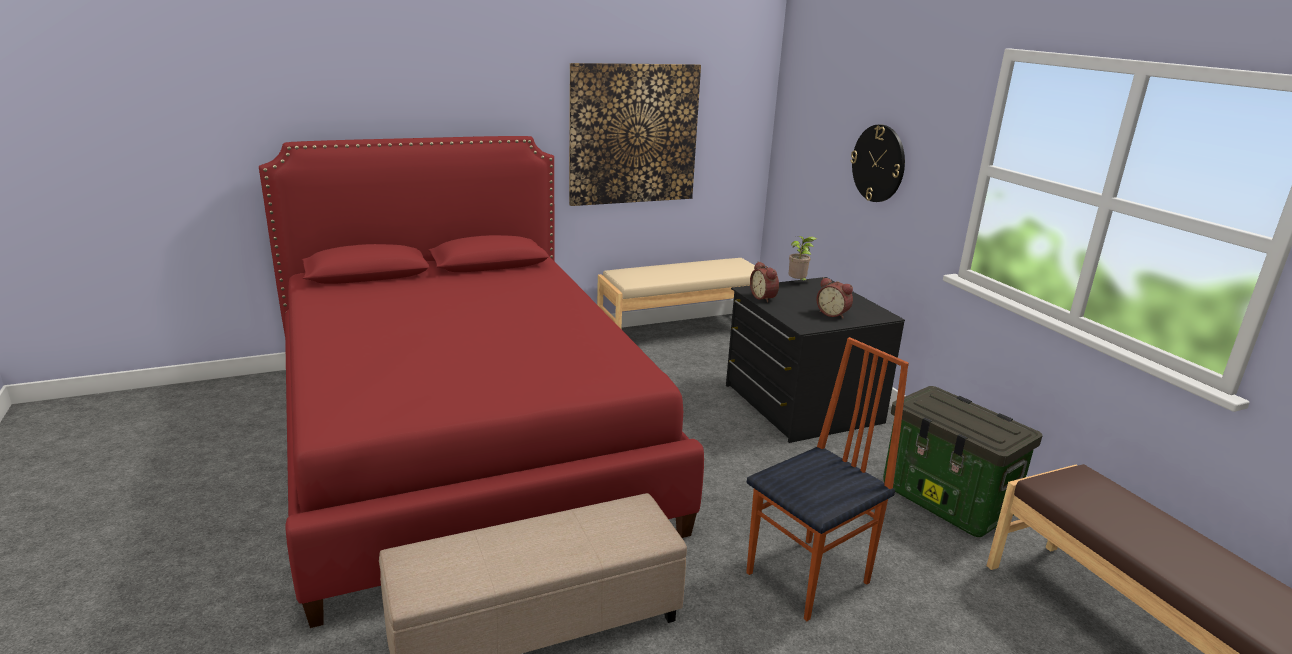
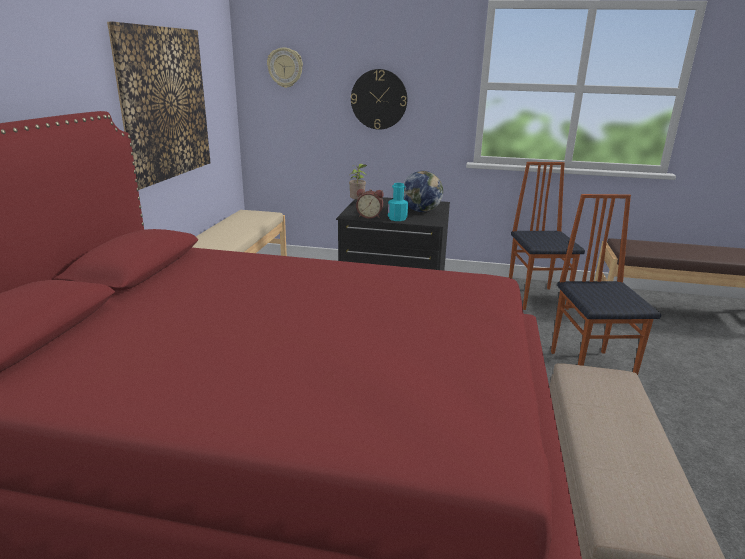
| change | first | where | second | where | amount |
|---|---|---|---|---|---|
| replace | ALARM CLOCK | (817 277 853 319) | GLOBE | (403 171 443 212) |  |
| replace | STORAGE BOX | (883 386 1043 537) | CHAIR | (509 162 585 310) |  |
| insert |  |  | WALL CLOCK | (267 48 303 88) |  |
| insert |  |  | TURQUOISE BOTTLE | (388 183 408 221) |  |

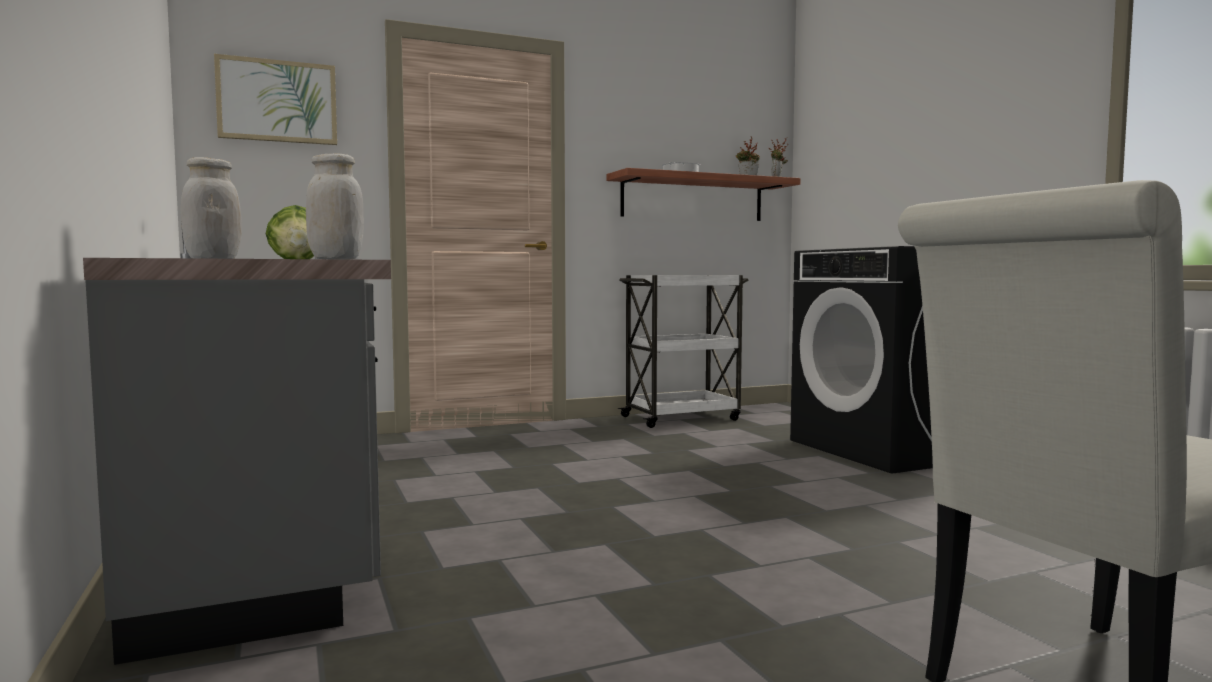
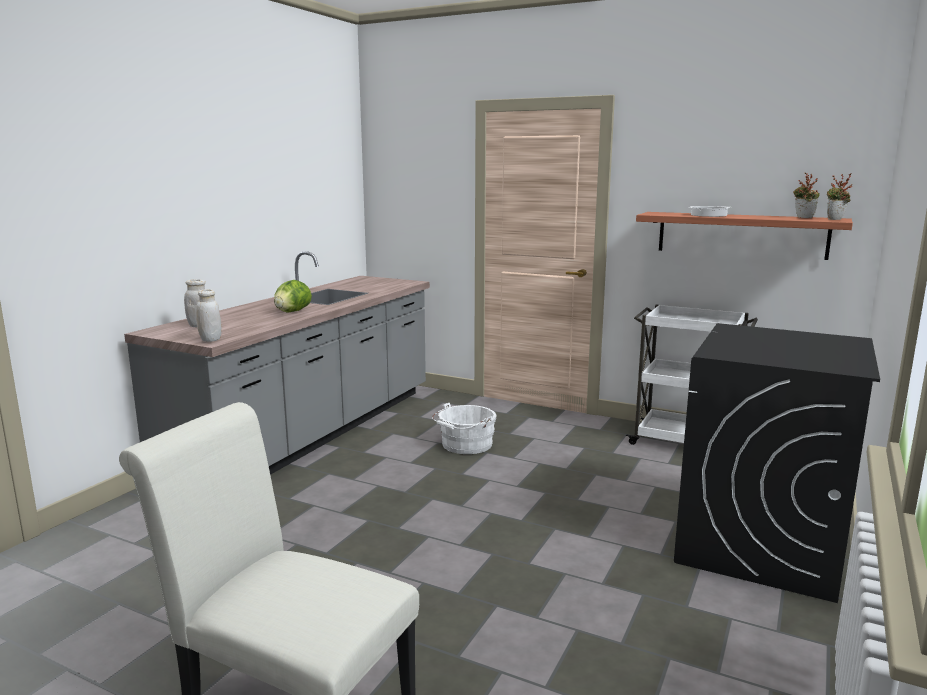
| change | first | where | second | where | amount |
|---|---|---|---|---|---|
| delete | PICTURE | (214 54 337 145) |  |  |  |
| insert |  |  | WHITE BUCKET | (432 403 496 454) |  |

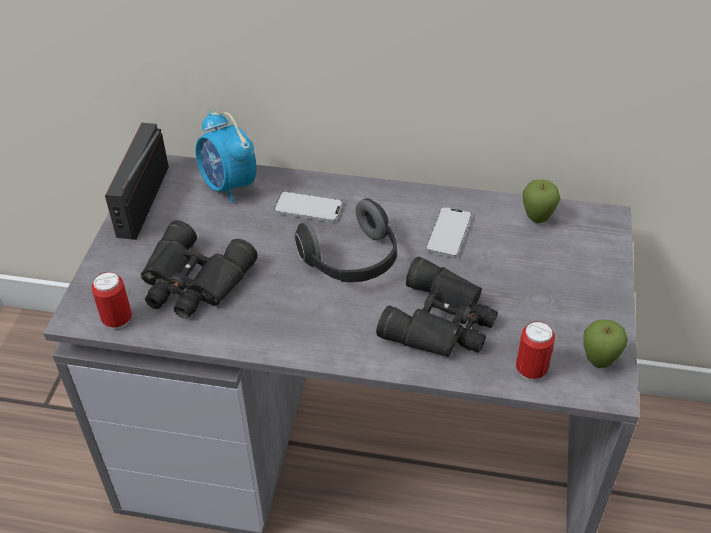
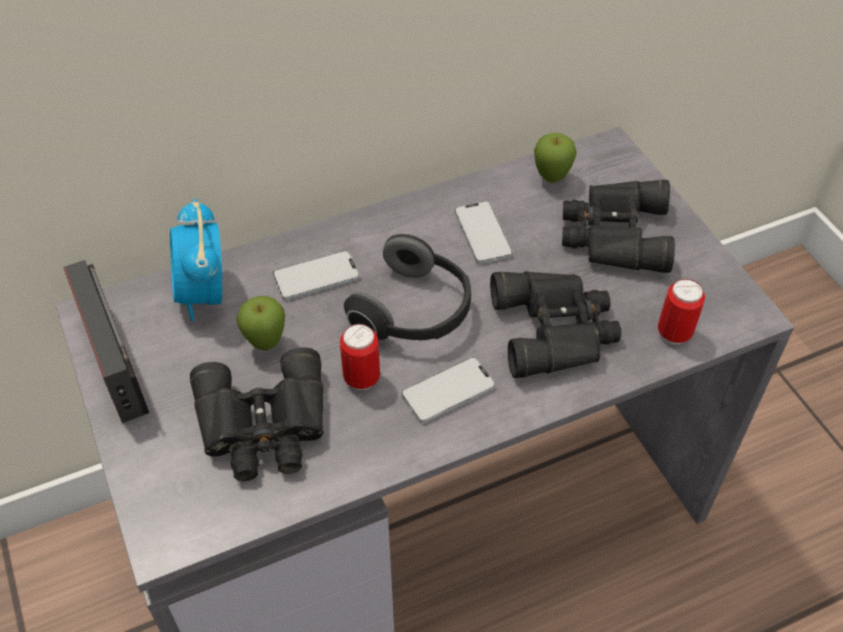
| change | first | where | second | where | amount |
|---|---|---|---|---|---|
| rotate | ALARM CLOCK | (196 111 257 203) |  | (170 199 222 321) | 60 degrees clockwise |
| move | CAN | (91 272 132 329) |  | (340 324 380 390) |  |
| move | APPLE | (583 320 628 368) |  | (236 296 285 350) |  |
| insert |  |  | BLACK BINOCULARS | (562 180 675 273) |  |
| insert |  |  | PHONE | (401 357 495 424) |  |

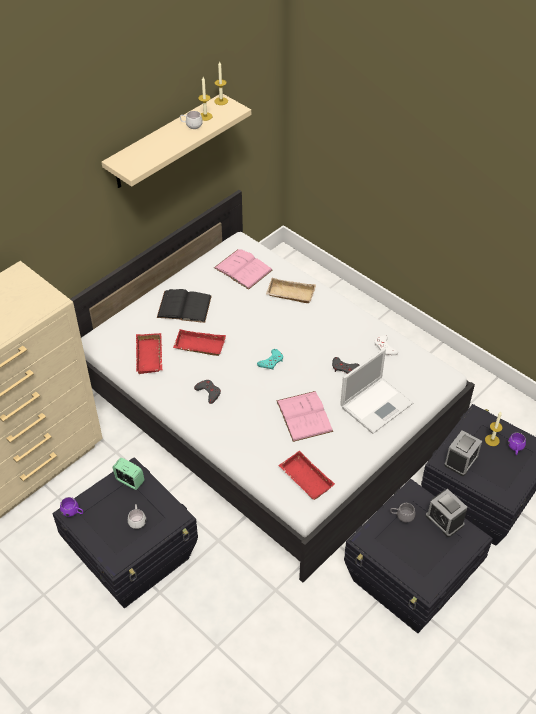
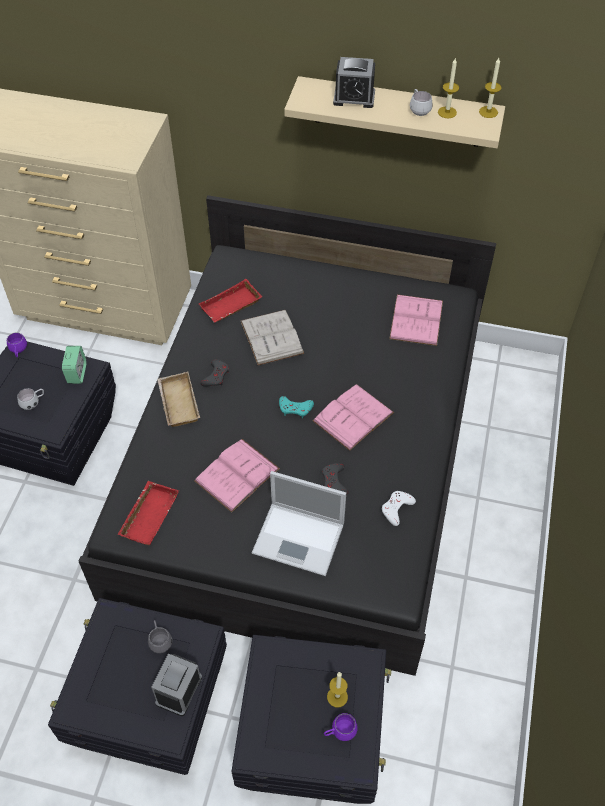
| change | first | where | second | where | amount |
|---|---|---|---|---|---|
| recolor | WHITE BED | (70 190 475 582) | BLACK BED | (78 195 496 676) |  |
| move | BEIGE TRAY | (266 278 316 303) |  | (157 372 200 427) |  |
| delete | BLACK BOOK | (157 289 212 323) |  |  |  |
| replace | RED TRAY | (173 329 226 356) | WHITE BOOK | (241 310 304 365) |  |
| move | ALARM CLOCK | (444 430 482 476) |  | (333 57 375 108) |  |
| insert |  |  | PINK BOOK | (313 384 394 451) |  |

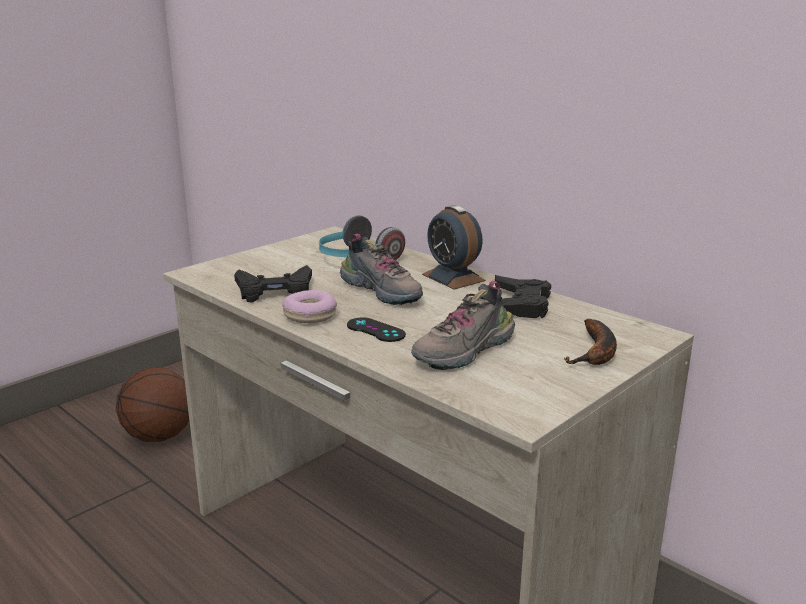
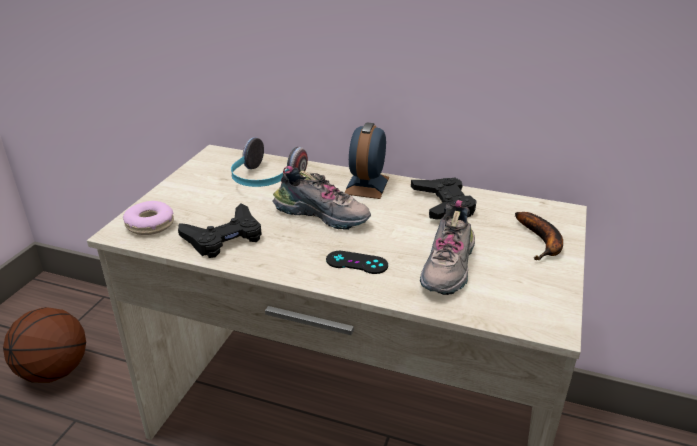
| change | first | where | second | where | amount |
|---|---|---|---|---|---|
| rotate | ALARM CLOCK | (422 205 486 290) |  | (344 122 389 199) | 75 degrees clockwise |
| move | DONUT | (282 290 337 323) |  | (123 201 174 235) |  |

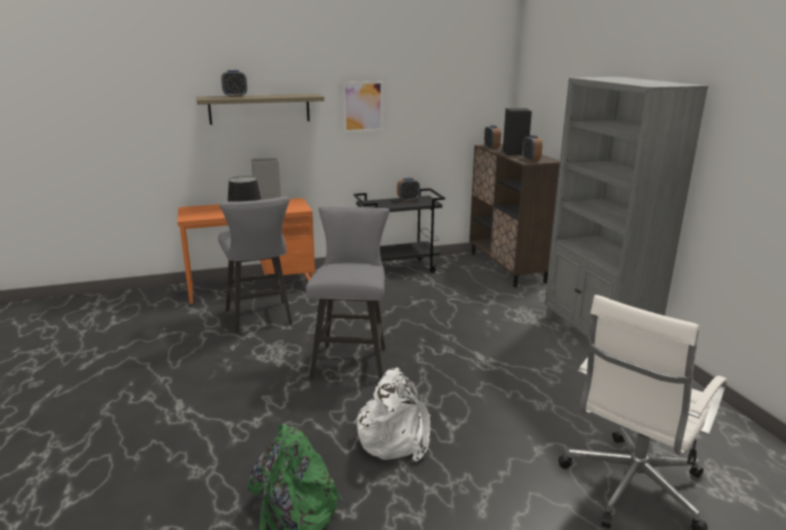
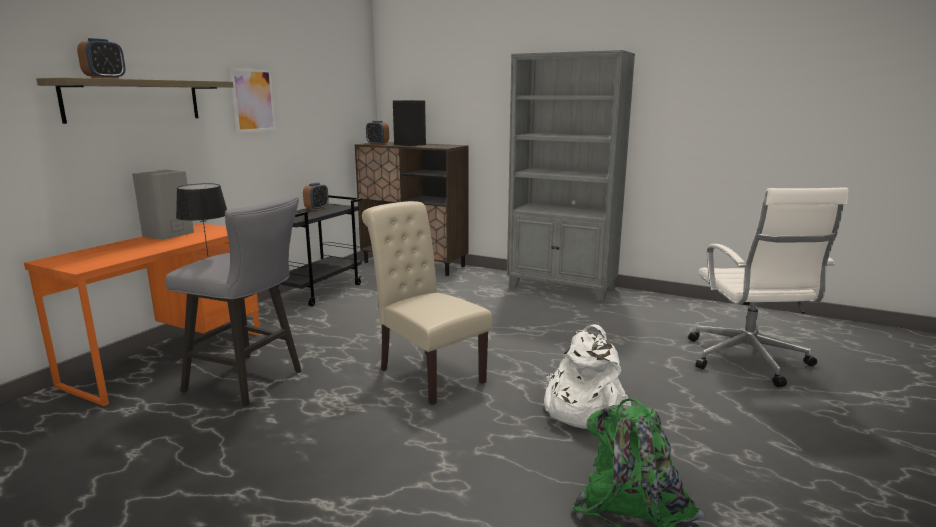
| change | first | where | second | where | amount |
|---|---|---|---|---|---|
| delete | ALARM CLOCK | (522 135 543 161) |  |  |  |
| replace | GREY STOOL | (306 206 390 380) | BEIGE CHAIR | (362 201 492 405) |  |

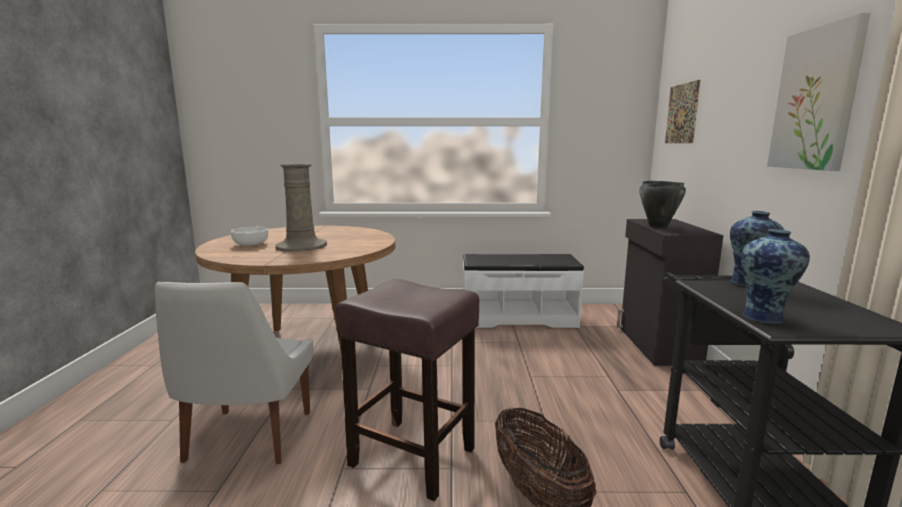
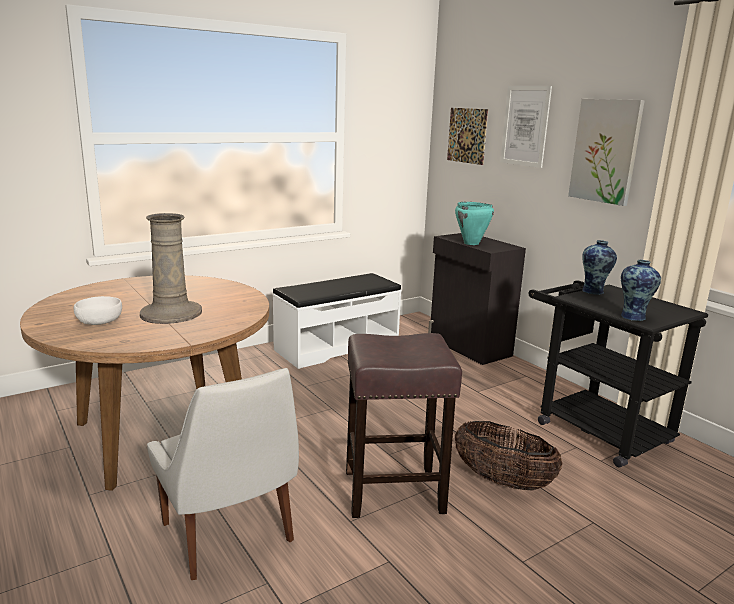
| change | first | where | second | where | amount |
|---|---|---|---|---|---|
| recolor | BLACK COOKING POT | (639 181 686 228) | TURQUOISE COOKING POT | (455 202 494 245) |  |
| insert |  |  | PICTURE | (501 86 552 168) |  |

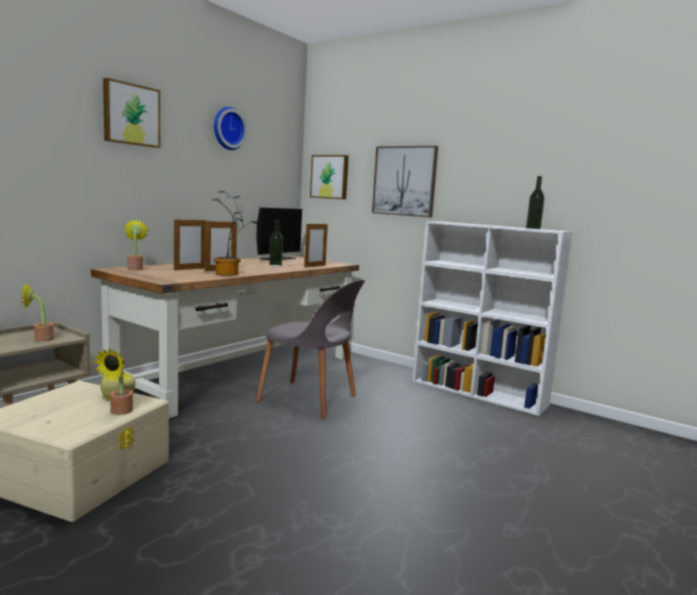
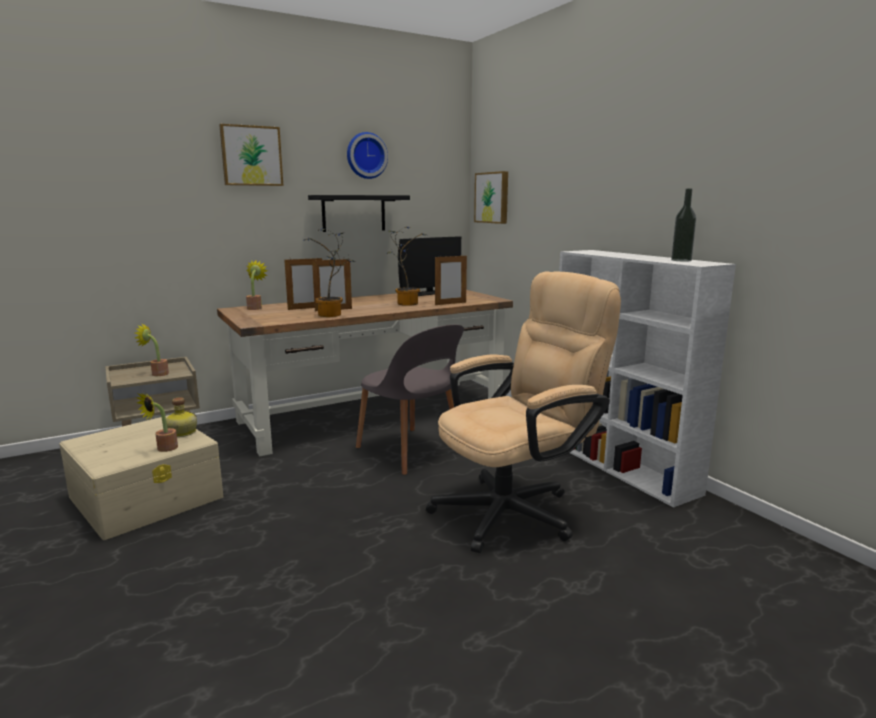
| change | first | where | second | where | amount |
|---|---|---|---|---|---|
| delete | PICTURE | (372 146 438 217) |  |  |  |
| replace | BOTTLE | (269 220 283 267) | POTTED PLANT | (386 226 426 306) |  |
| insert |  |  | BLACK SHELF | (308 195 410 232) |  |
| insert |  |  | BEIGE OFFICE CHAIR | (426 271 621 553) |  |

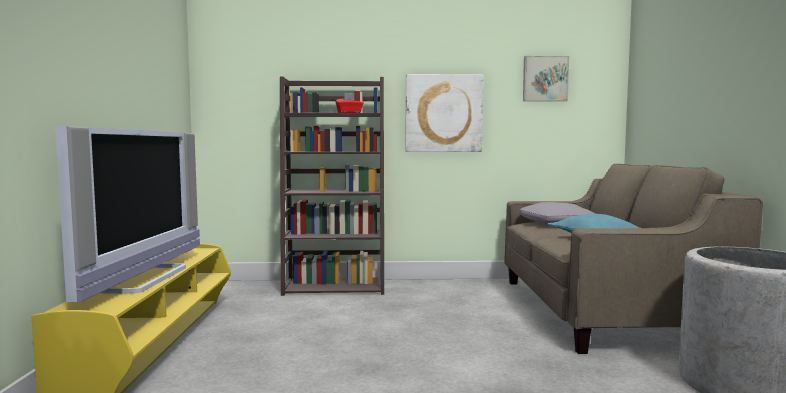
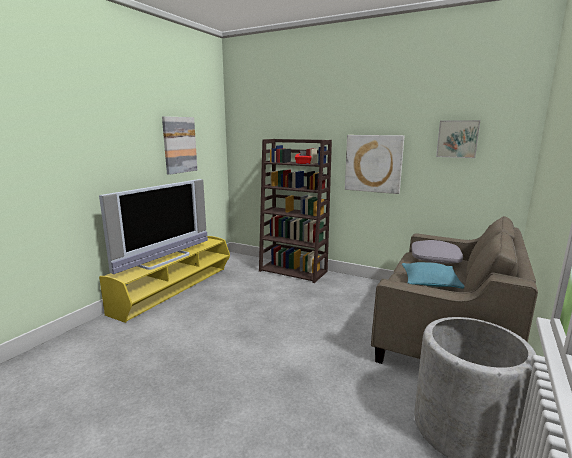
| change | first | where | second | where | amount |
|---|---|---|---|---|---|
| insert |  |  | PICTURE | (162 116 197 175) |  |

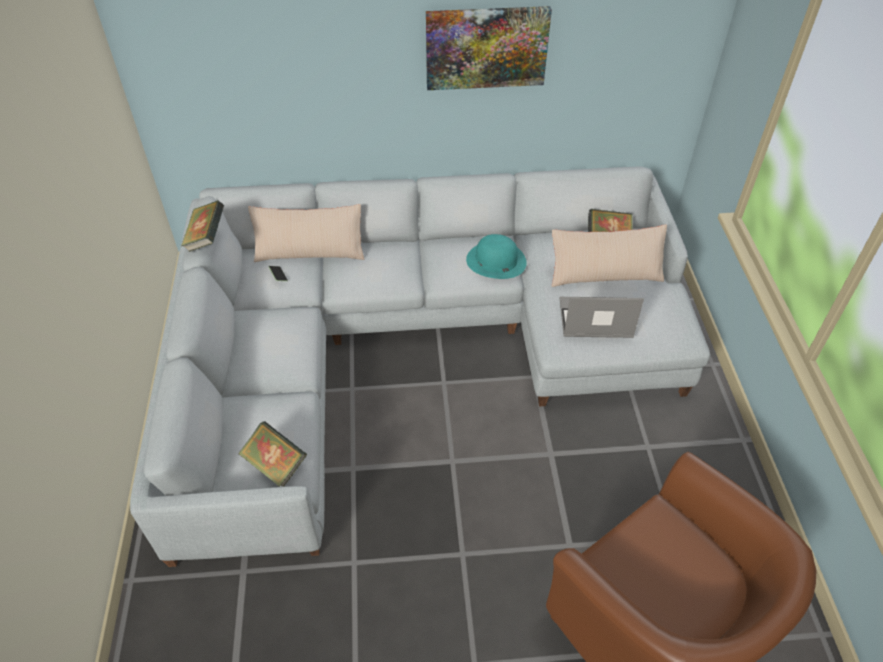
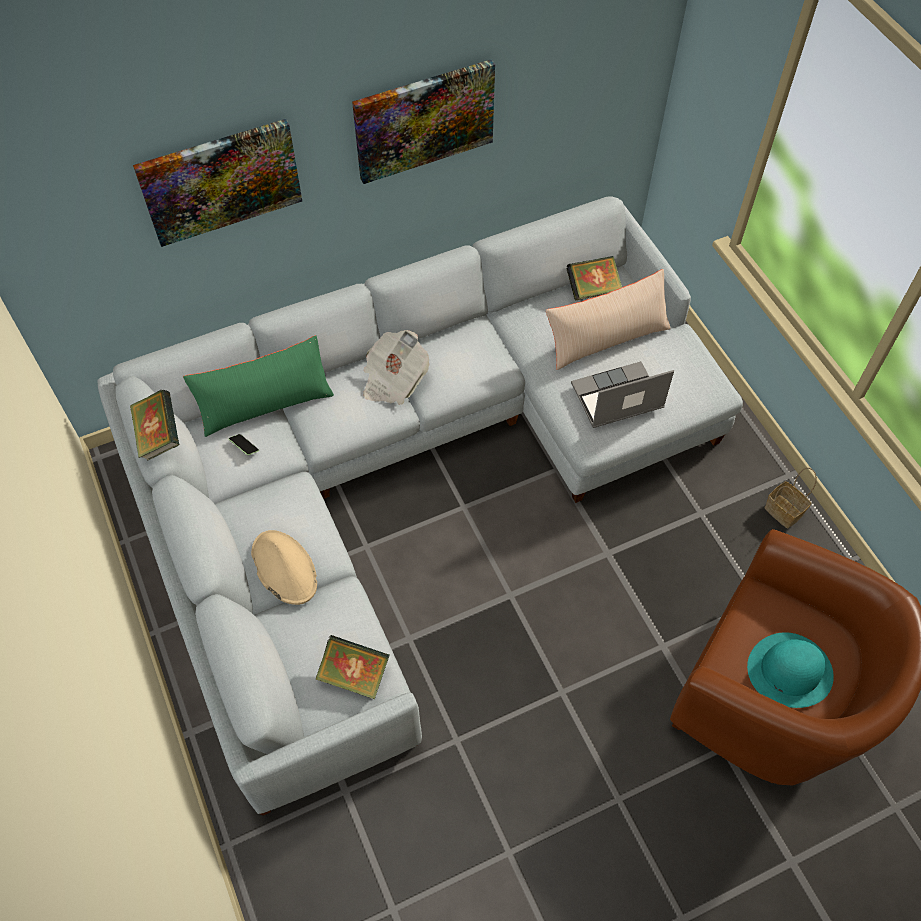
| change | first | where | second | where | amount |
|---|---|---|---|---|---|
| recolor | BEIGE PILLOW | (248 204 364 262) | GREEN PILLOW | (183 335 334 437) |  |
| move | TURQUOISE HAT | (466 234 527 279) |  | (747 632 834 708) |  |
| insert |  |  | PICTURE | (133 119 302 247) |  |
| insert |  |  | NEWSPAPER | (363 330 429 405) |  |
| insert |  |  | BASKET | (765 468 817 529) |  |
| insert |  |  | BEIGE HAT | (251 530 317 605) |  |

